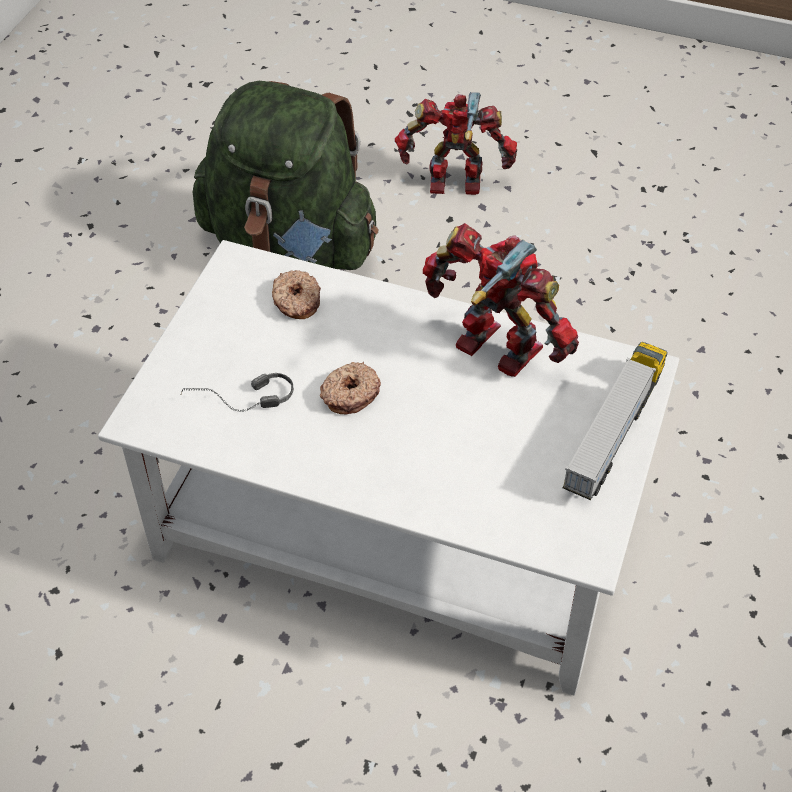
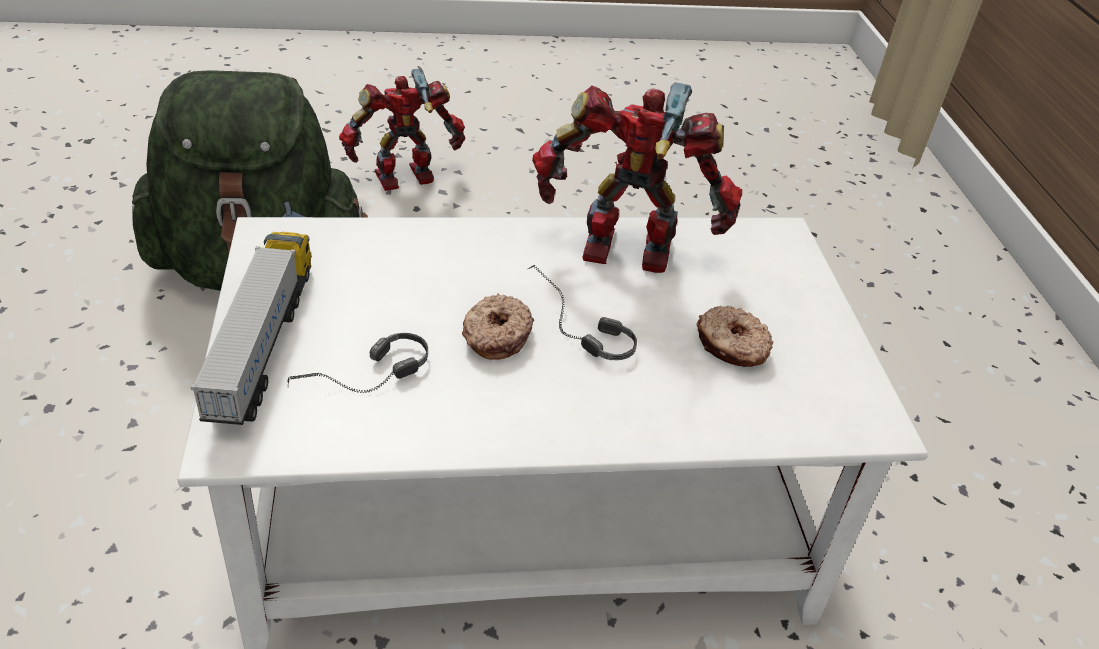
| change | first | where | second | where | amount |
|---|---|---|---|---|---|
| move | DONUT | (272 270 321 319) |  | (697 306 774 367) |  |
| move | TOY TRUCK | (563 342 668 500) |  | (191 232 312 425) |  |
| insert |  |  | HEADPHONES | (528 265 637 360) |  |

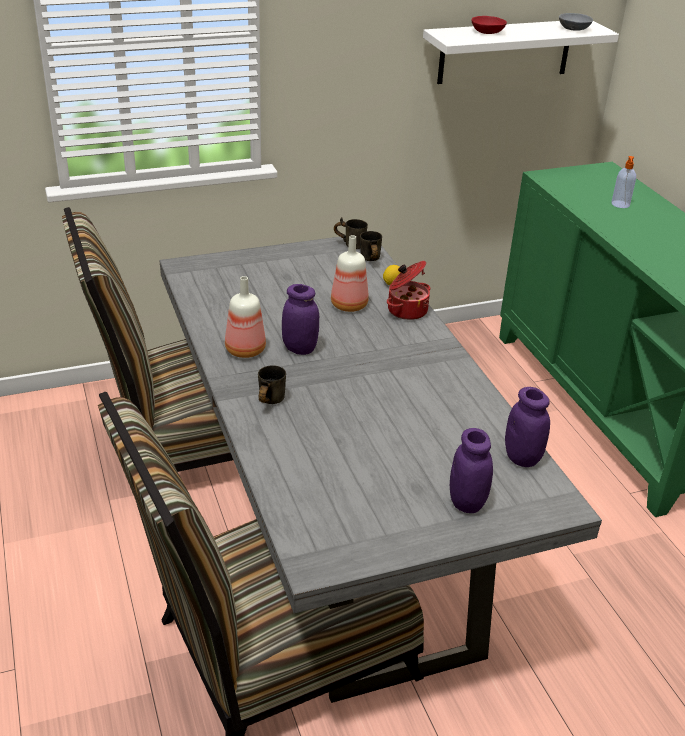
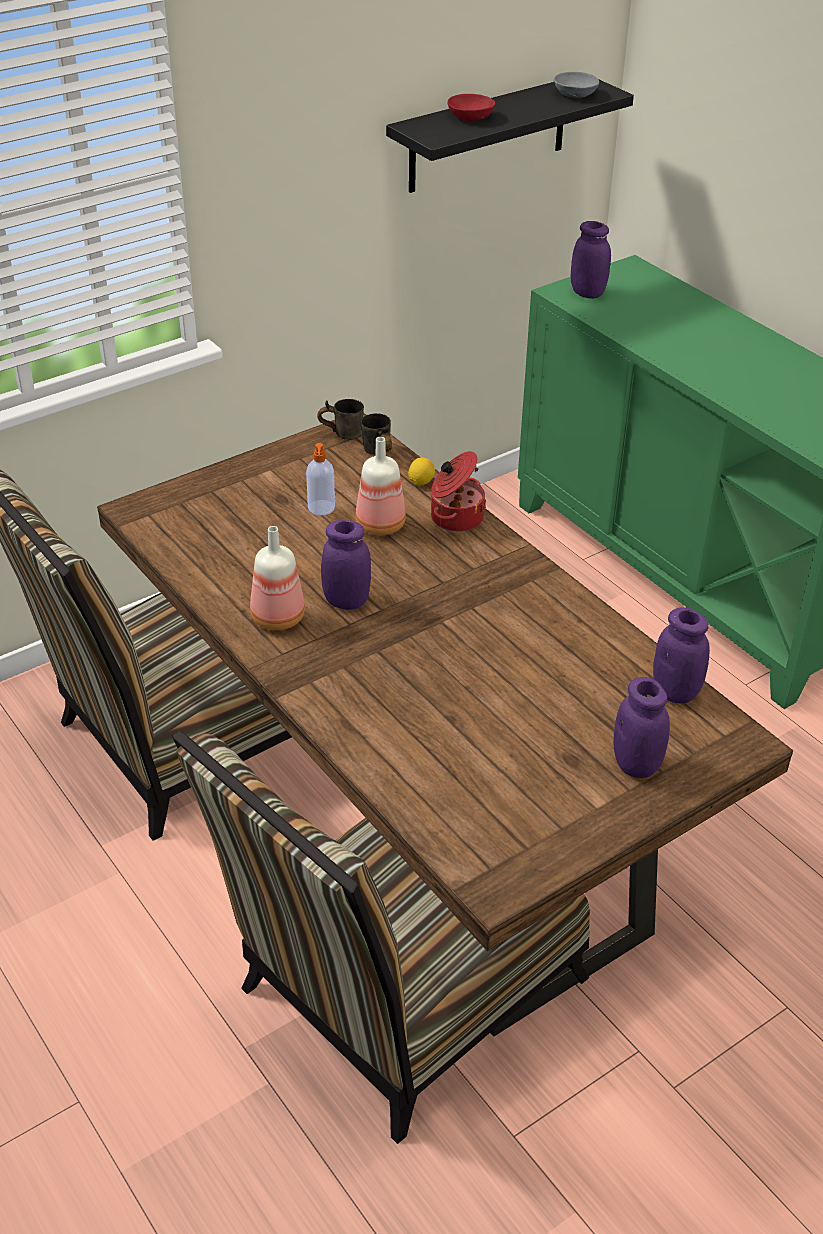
| change | first | where | second | where | amount |
|---|---|---|---|---|---|
| recolor | WHITE SHELF | (423 21 619 84) | BLACK SHELF | (386 79 634 193) |  |
| move | SOAP DISPENSER | (611 156 636 208) |  | (306 443 335 515) |  |
| recolor | GREY DINING TABLE | (159 237 602 703) | BROWN DINING TABLE | (97 412 793 1037) |  |
| delete | GREY MUG | (258 365 286 404) |  |  |  |
| insert |  |  | PURPLE JAR | (571 221 611 299) |  |

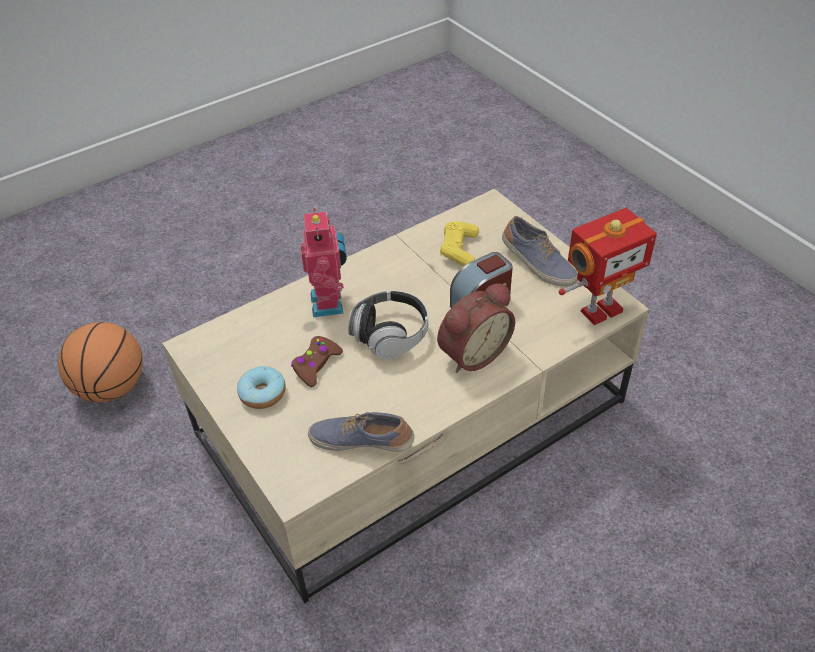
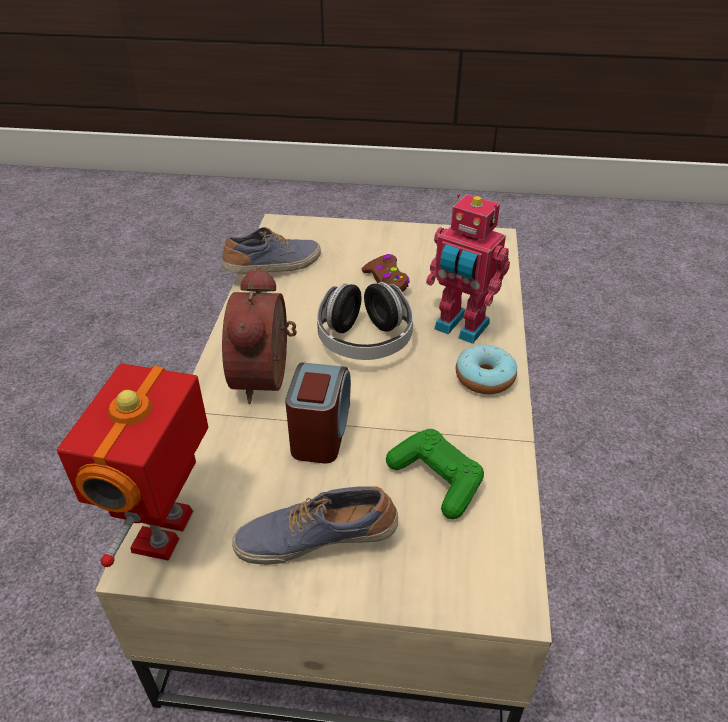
| change | first | where | second | where | amount |
|---|---|---|---|---|---|
| recolor | YELLOW GAME CONTROLLER | (440 222 479 266) | GREEN GAME CONTROLLER | (386 429 484 519) |  |
| delete | BASKETBALL | (58 322 143 402) |  |  |  |
| move | DONUT | (237 366 286 409) |  | (456 345 517 394) |  |

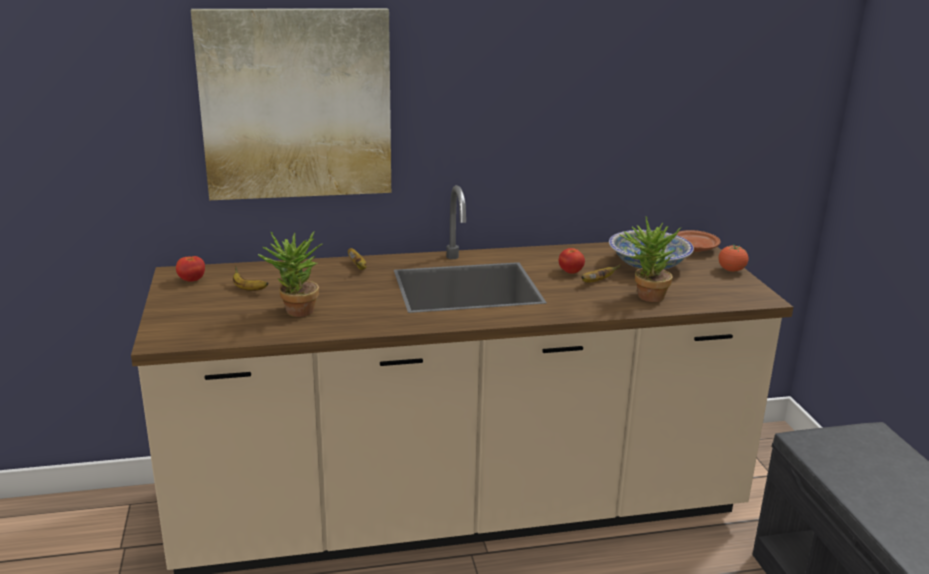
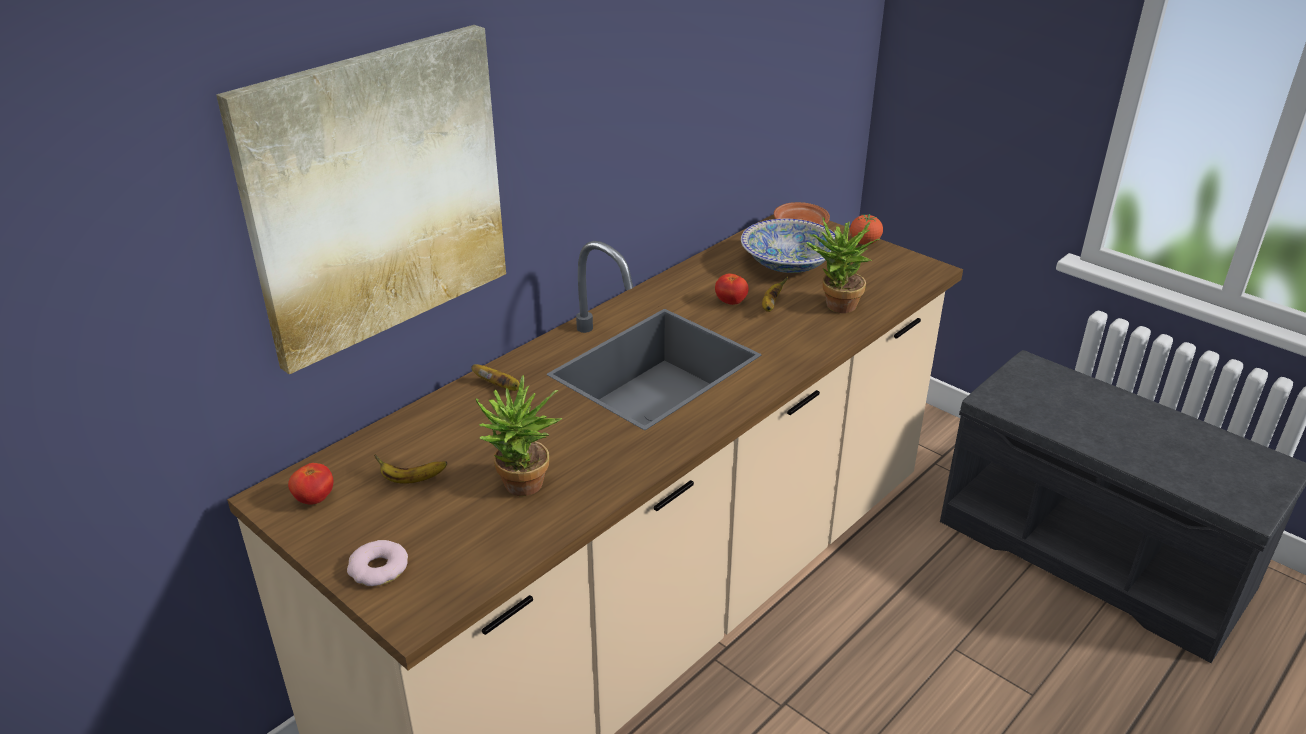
| change | first | where | second | where | amount |
|---|---|---|---|---|---|
| insert |  |  | DONUT | (347 540 408 586) |  |

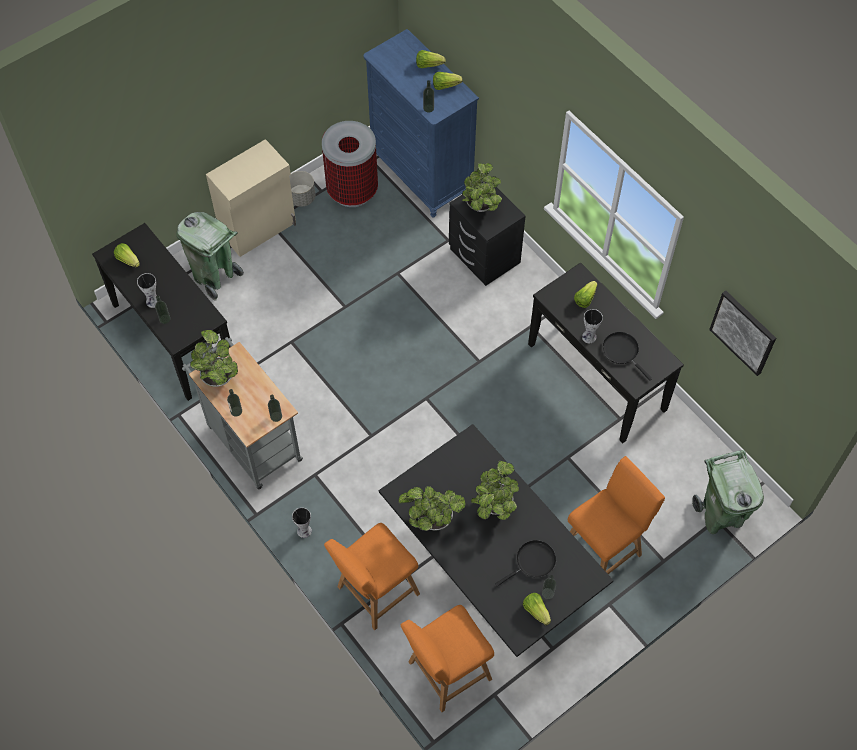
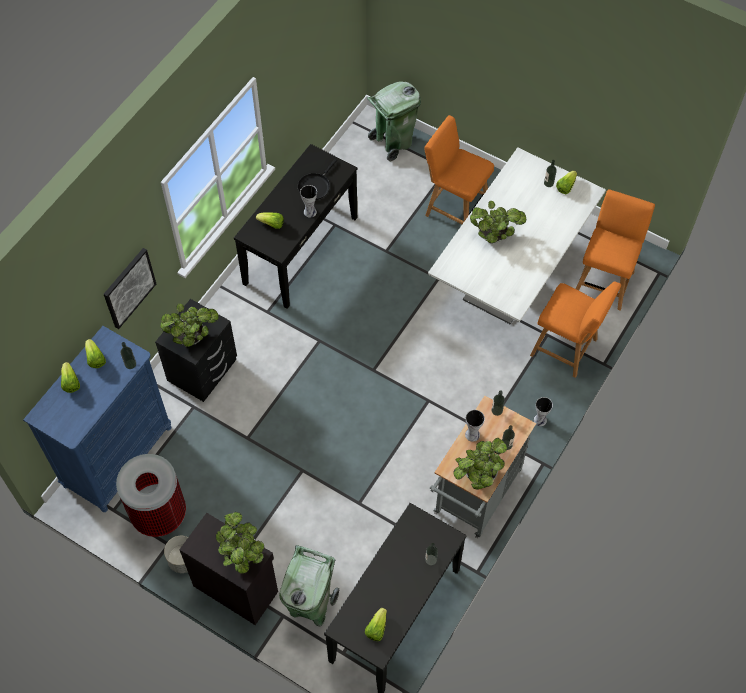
| change | first | where | second | where | amount |
|---|---|---|---|---|---|
| recolor | BEIGE CABINET | (206 139 296 257) | BLACK CABINET | (179 513 278 625) |  |
| move | VASE | (137 273 157 308) |  | (465 410 485 442) |  |
| move | PICTURE | (709 291 776 376) |  | (104 248 156 329) |  |
| recolor | BLACK DINING TABLE | (379 424 614 657) | WHITE DINING TABLE | (428 147 606 324) |  |
| move | POTTED PLANT | (398 486 466 531) |  | (216 512 264 574) |  |
| delete | BLACK FRYING PAN | (495 540 556 587) |  |  |  |
| rotate | ORANGE CHAIR | (401 605 494 712) |  | (575 189 655 311) | 105 degrees counterclockwise |

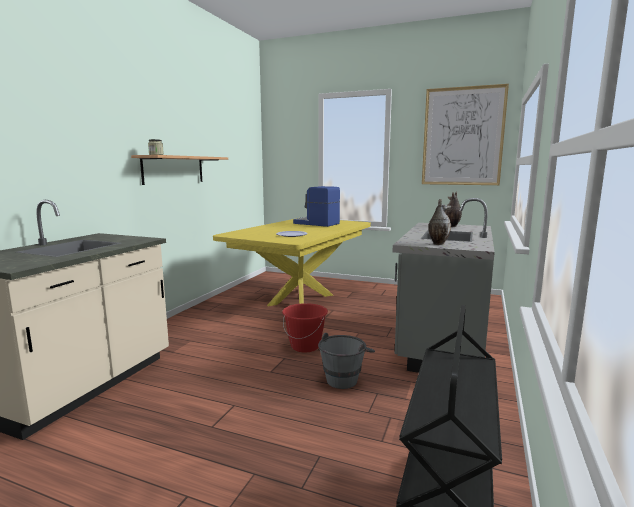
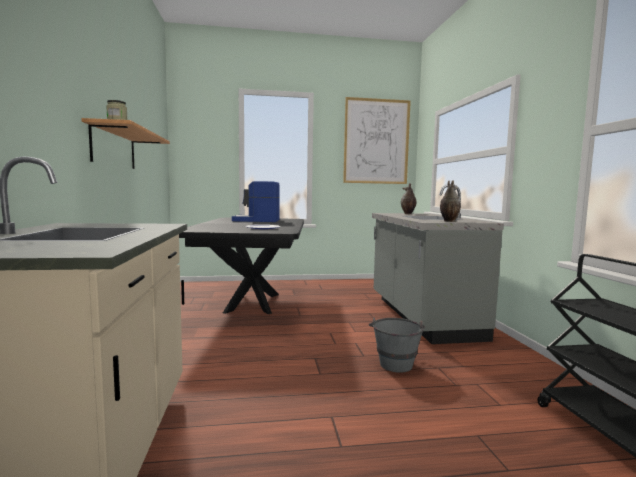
| change | first | where | second | where | amount |
|---|---|---|---|---|---|
| recolor | YELLOW DINING TABLE | (213 218 371 306) | BLACK DINING TABLE | (179 218 304 314) |  |
| delete | RED BUCKET | (282 303 328 352) |  |  |  |

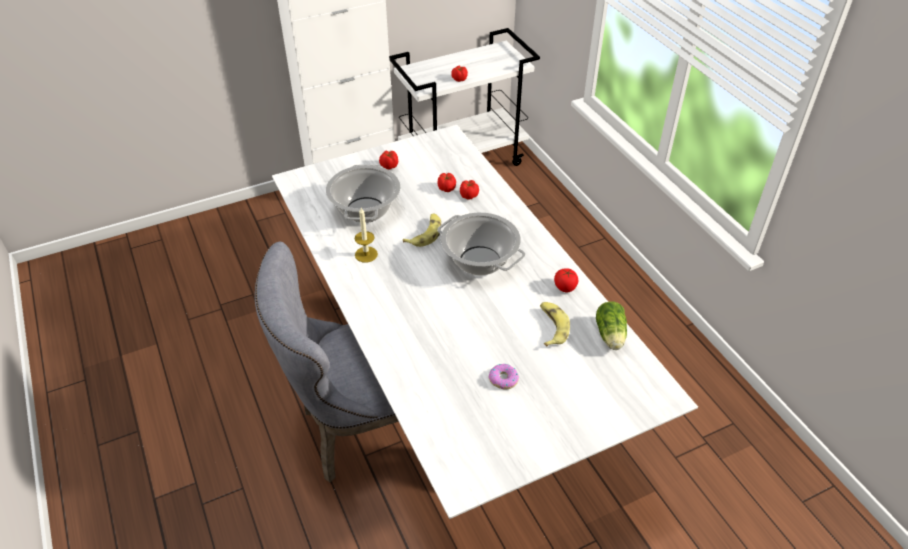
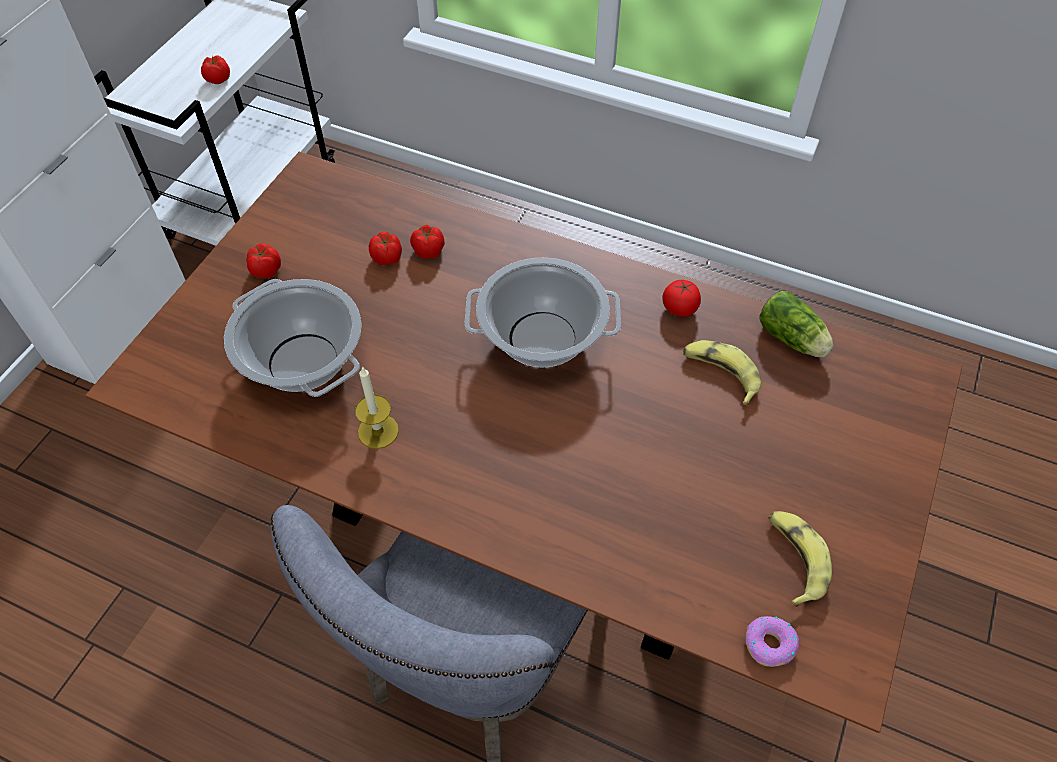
| change | first | where | second | where | amount |
|---|---|---|---|---|---|
| recolor | WHITE DINING TABLE | (272 125 698 519) | BROWN DINING TABLE | (85 152 962 733) |  |
| move | BANANA | (403 214 441 247) |  | (768 511 832 607) |  |
| move | DONUT | (489 364 519 389) |  | (746 616 799 667) |  |

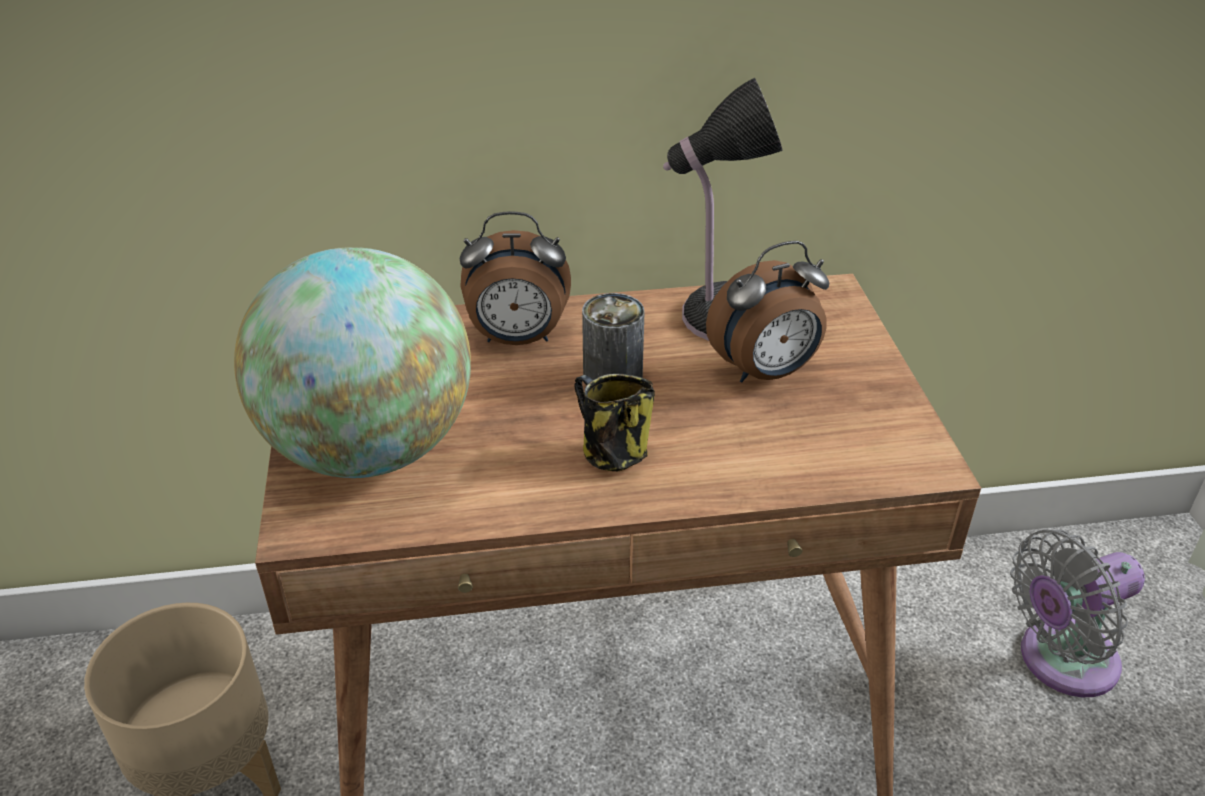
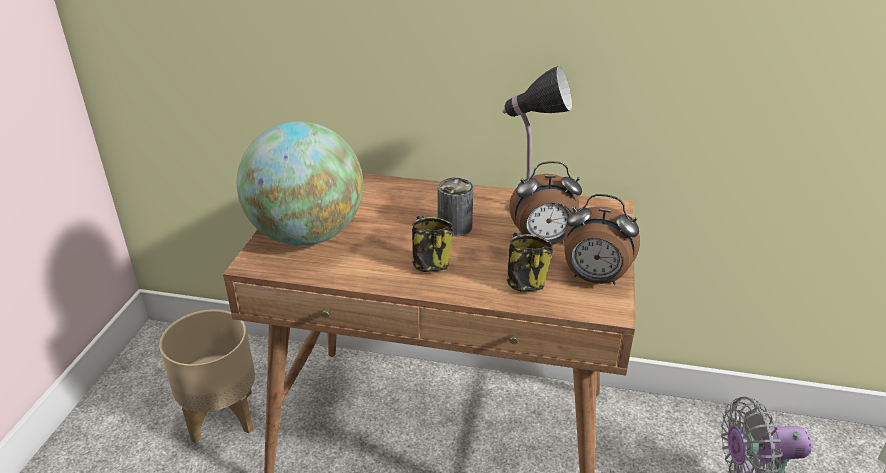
| change | first | where | second | where | amount |
|---|---|---|---|---|---|
| move | ALARM CLOCK | (460 211 571 345) |  | (564 194 640 285) |  |
| insert |  |  | MUG | (507 232 553 292) |  |

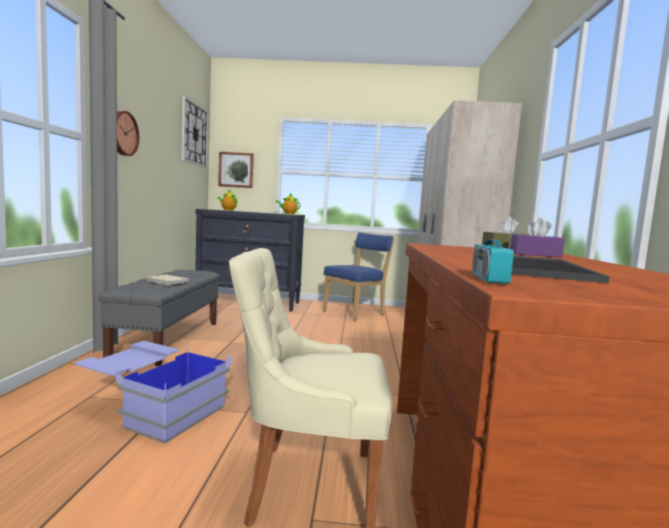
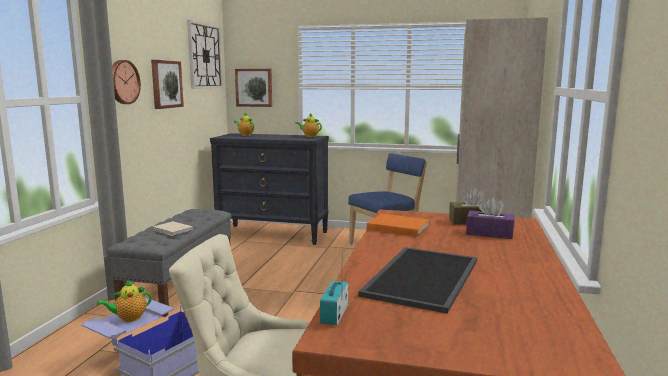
| change | first | where | second | where | amount |
|---|---|---|---|---|---|
| insert |  |  | PICTURE | (151 60 184 109) |  |
| insert |  |  | ORANGE BOOK | (367 214 429 237) |  |
| insert |  |  | TEAPOT | (97 280 152 322) |  |

